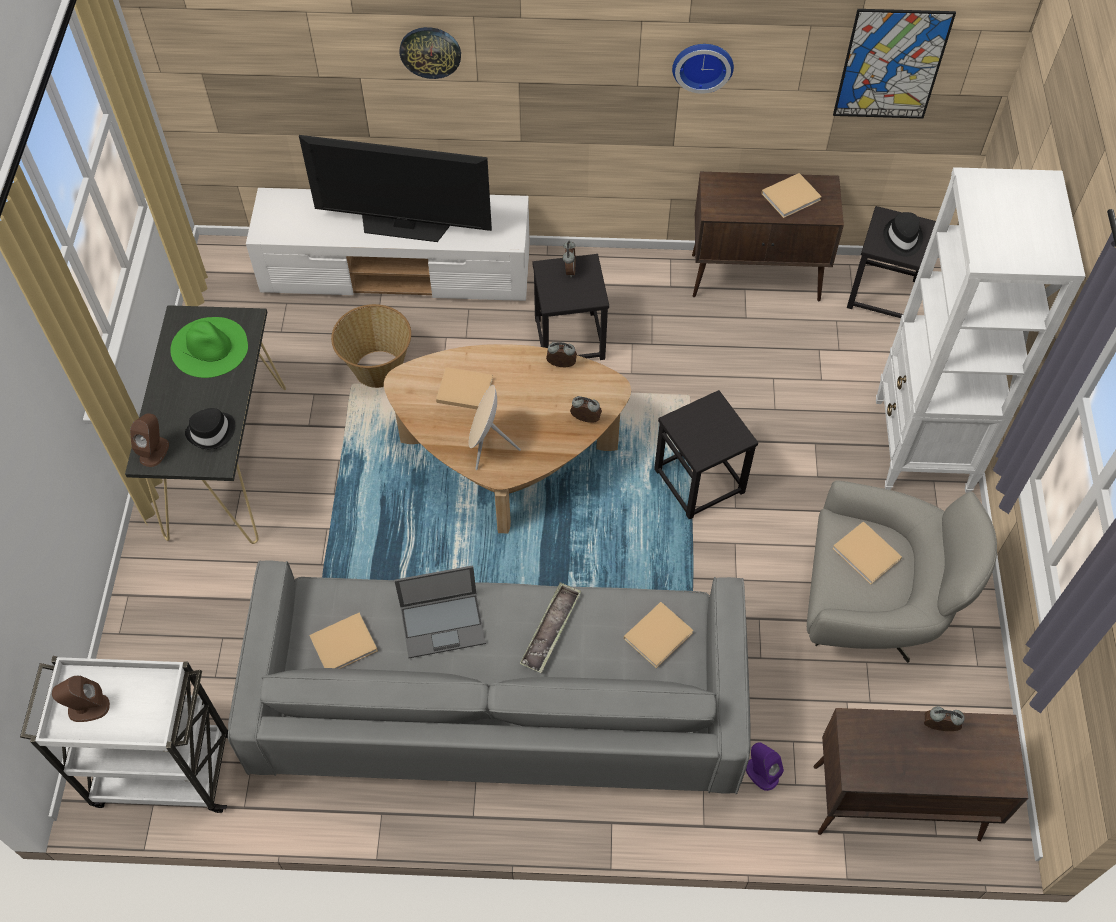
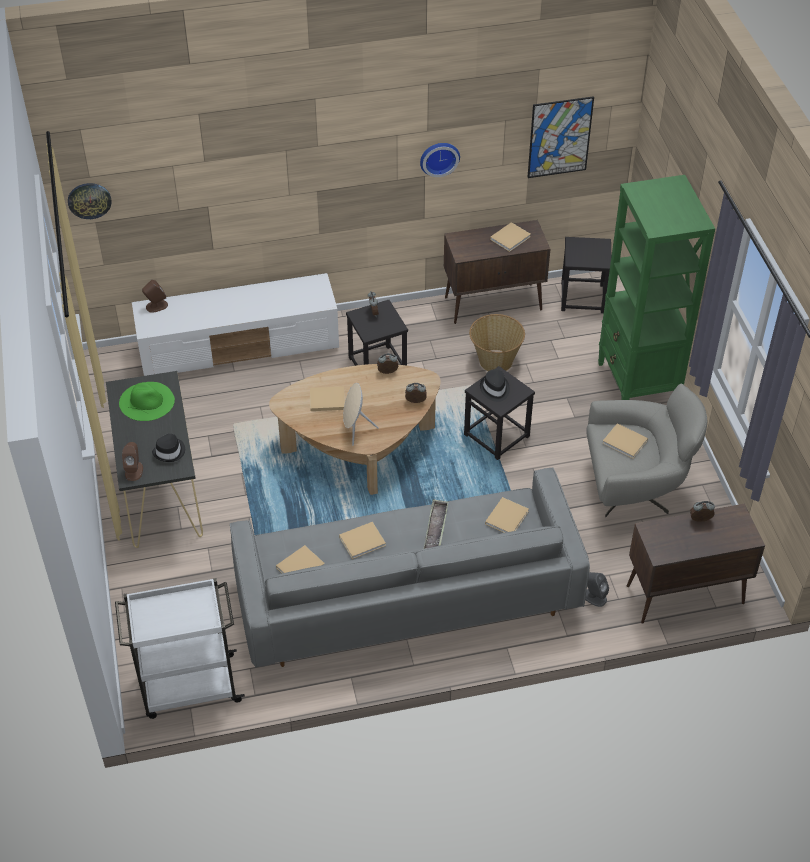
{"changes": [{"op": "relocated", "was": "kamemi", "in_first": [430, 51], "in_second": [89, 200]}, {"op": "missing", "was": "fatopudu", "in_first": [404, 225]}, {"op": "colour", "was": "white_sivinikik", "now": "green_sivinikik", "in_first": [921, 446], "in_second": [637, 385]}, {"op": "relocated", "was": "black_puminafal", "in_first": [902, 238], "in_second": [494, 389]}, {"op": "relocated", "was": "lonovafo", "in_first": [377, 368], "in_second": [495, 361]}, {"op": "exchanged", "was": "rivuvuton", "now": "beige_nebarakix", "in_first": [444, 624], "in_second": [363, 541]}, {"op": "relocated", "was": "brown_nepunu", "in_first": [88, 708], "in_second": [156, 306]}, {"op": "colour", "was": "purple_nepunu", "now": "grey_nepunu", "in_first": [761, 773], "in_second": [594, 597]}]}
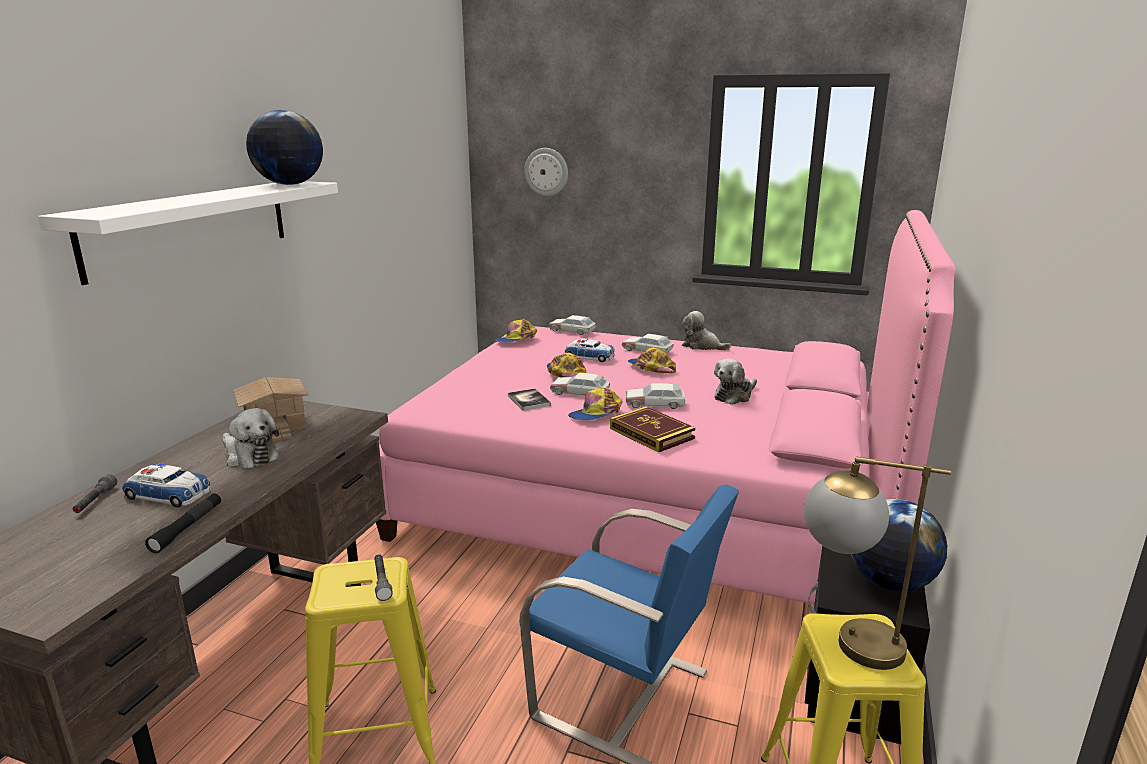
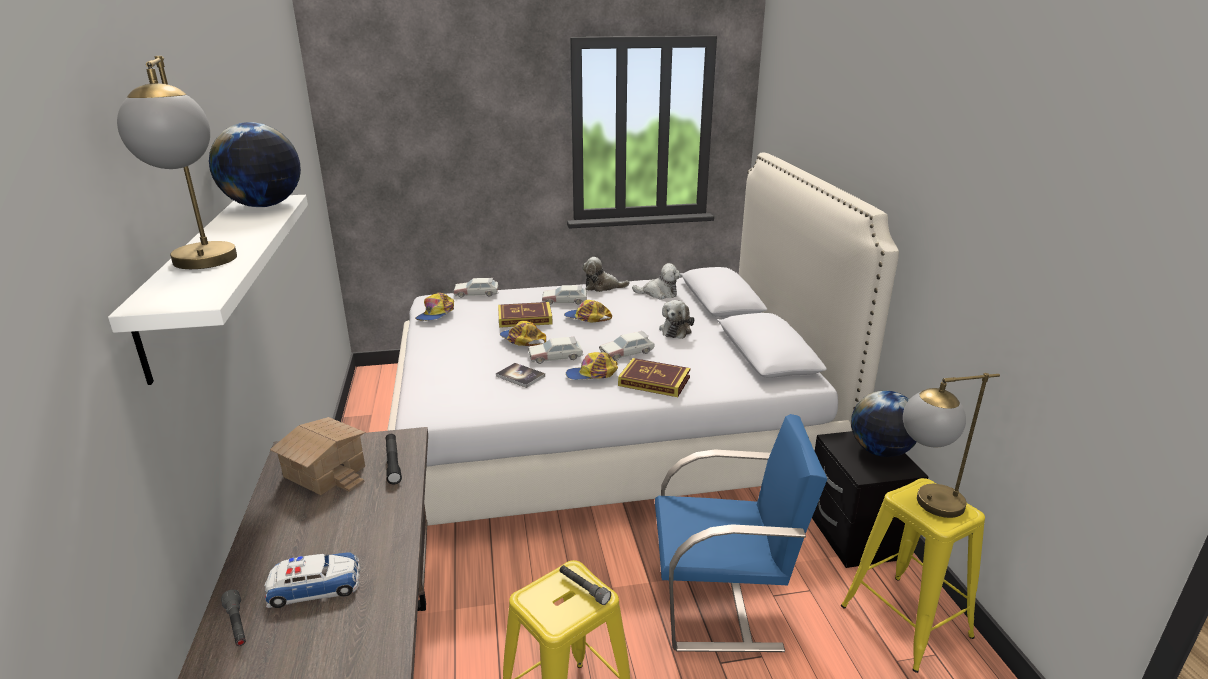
{"changes": [{"op": "missing", "was": "kamemi", "in_first": [546, 172]}, {"op": "colour", "was": "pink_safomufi", "now": "white_safomufi", "in_first": [652, 500], "in_second": [607, 433]}, {"op": "exchanged", "was": "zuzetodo", "now": "nebarakix", "in_first": [589, 356], "in_second": [525, 318]}, {"op": "spun", "was": "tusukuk", "in_first": [596, 414], "in_second": [592, 375], "clockwise": 60}, {"op": "relocated", "was": "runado", "in_first": [249, 456], "in_second": [659, 293]}, {"op": "relocated", "was": "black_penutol", "in_first": [187, 528], "in_second": [393, 463]}, {"op": "appeared", "now": "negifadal", "in_second": [204, 266]}]}
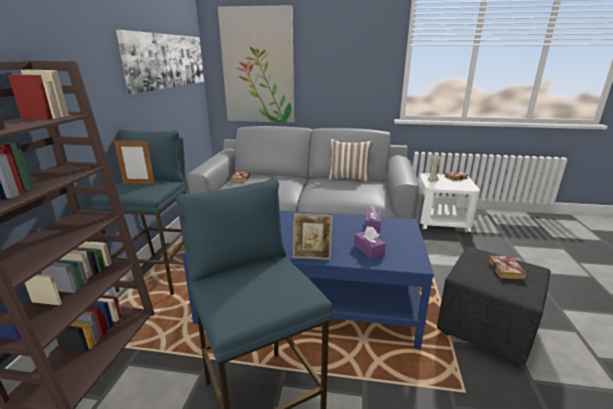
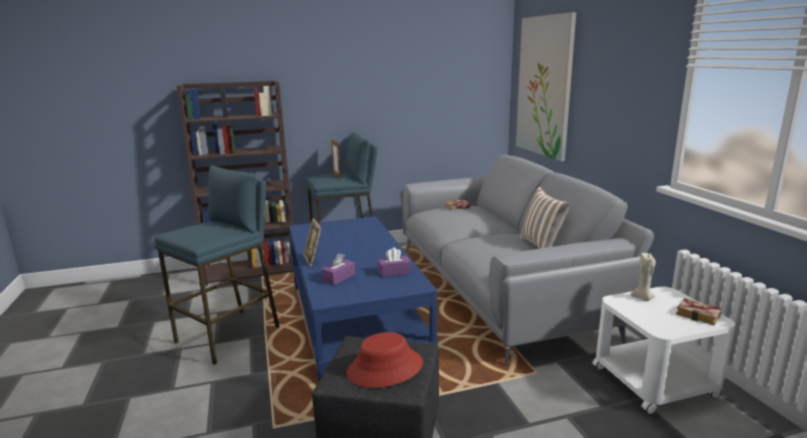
{"changes": [{"op": "missing", "was": "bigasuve", "in_first": [167, 61]}, {"op": "exchanged", "was": "nebarakix", "now": "red_puminafal", "in_first": [507, 271], "in_second": [385, 369]}]}
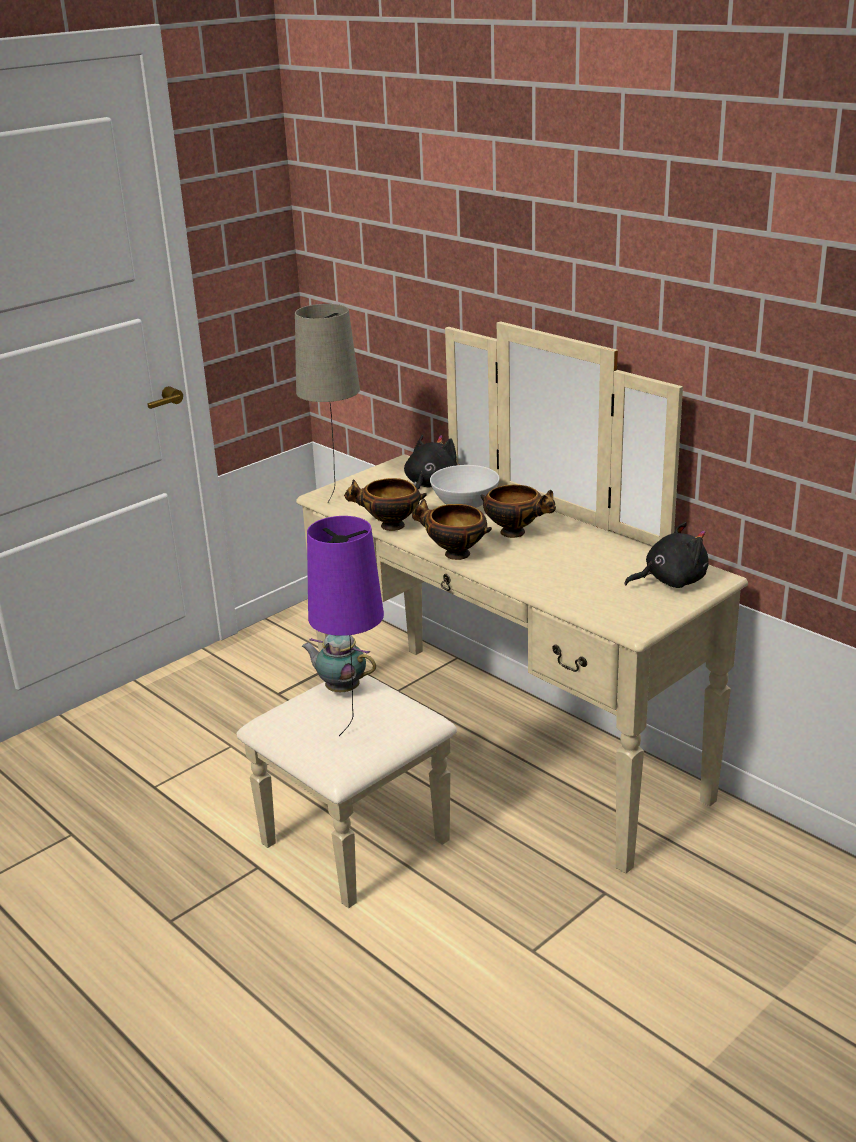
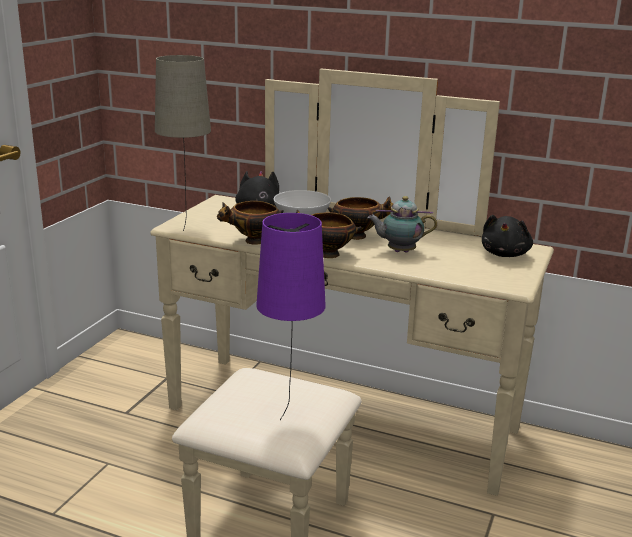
{"changes": [{"op": "spun", "was": "black_runado", "in_first": [670, 581], "in_second": [505, 254], "clockwise": 150}, {"op": "relocated", "was": "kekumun", "in_first": [340, 689], "in_second": [399, 251]}]}
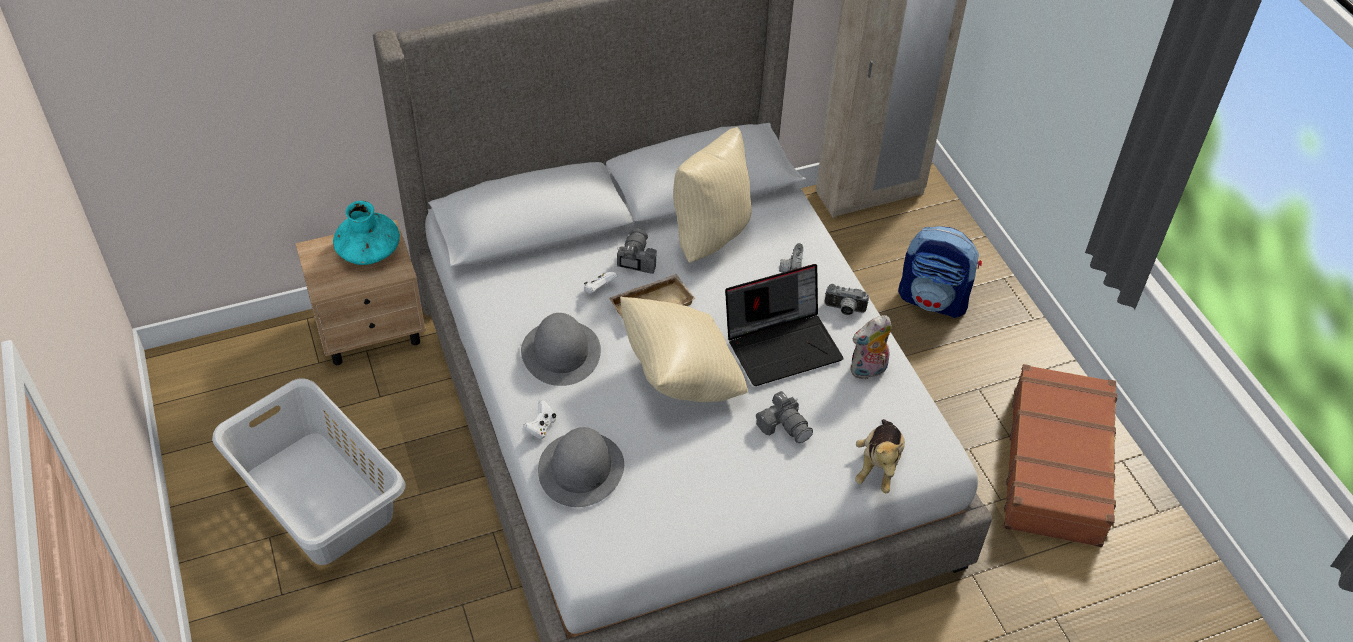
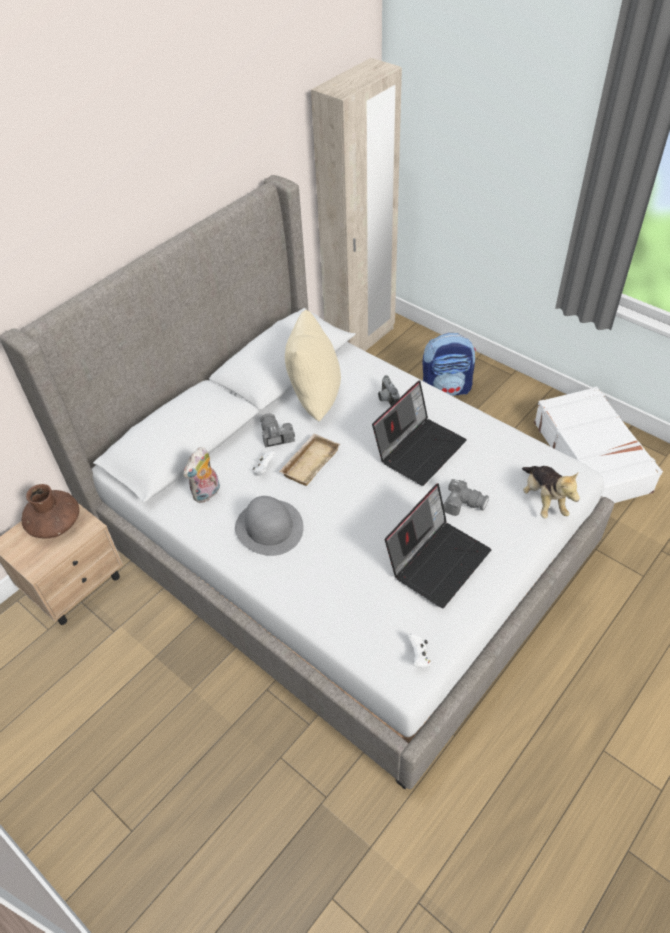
{"changes": [{"op": "colour", "was": "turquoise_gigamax", "now": "brown_gigamax", "in_first": [369, 251], "in_second": [55, 524]}, {"op": "missing", "was": "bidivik", "in_first": [844, 310]}, {"op": "missing", "was": "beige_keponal", "in_first": [681, 376]}, {"op": "relocated", "was": "runado", "in_first": [868, 371], "in_second": [207, 494]}, {"op": "colour", "was": "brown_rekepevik", "now": "white_rekepevik", "in_first": [1057, 466], "in_second": [591, 456]}, {"op": "missing", "was": "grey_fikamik", "in_first": [319, 496]}, {"op": "relocated", "was": "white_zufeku", "in_first": [541, 427], "in_second": [419, 656]}, {"op": "missing", "was": "grey_puminafal", "in_first": [581, 469]}, {"op": "appeared", "now": "rivuvuton", "in_second": [437, 560]}]}
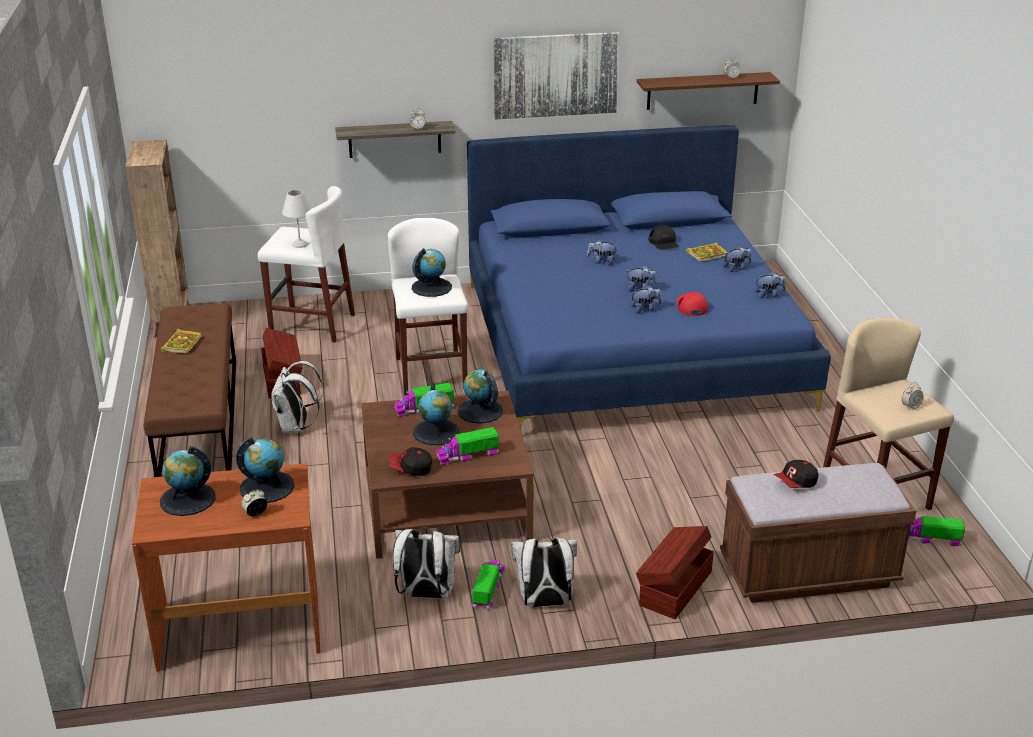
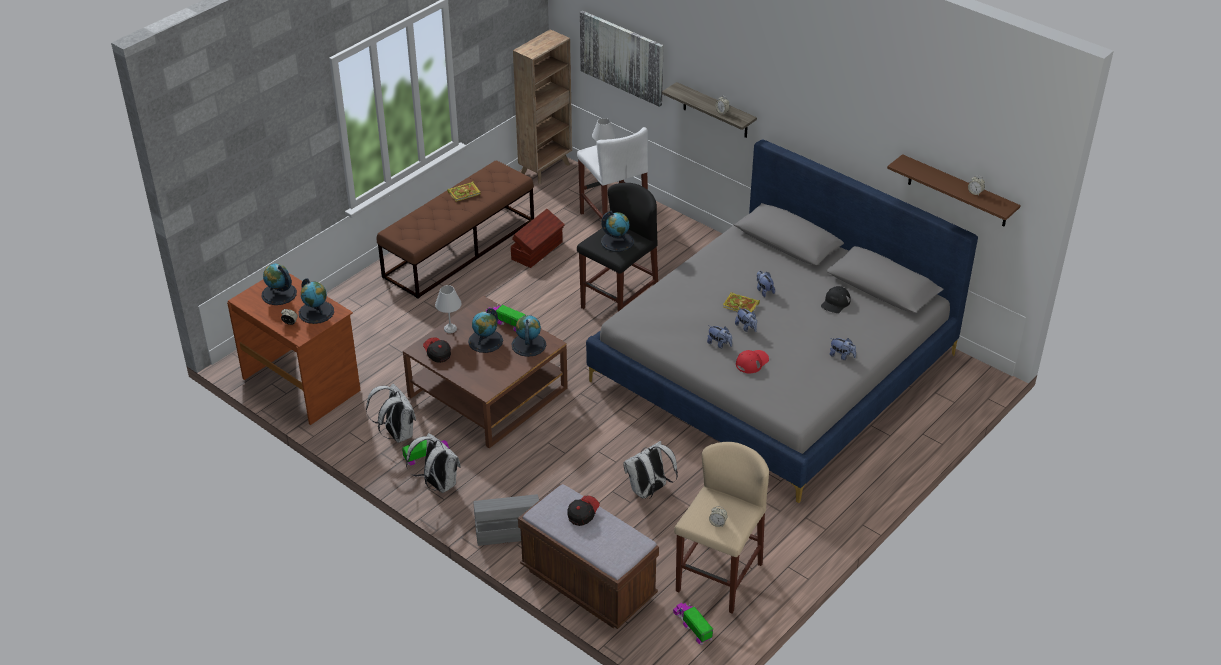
{"changes": [{"op": "relocated", "was": "bigasuve", "in_first": [555, 75], "in_second": [622, 57]}, {"op": "colour", "was": "blue_safomufi", "now": "grey_safomufi", "in_first": [630, 343], "in_second": [774, 367]}, {"op": "colour", "was": "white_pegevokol", "now": "black_pegevokol", "in_first": [431, 374], "in_second": [619, 303]}, {"op": "relocated", "was": "nebarakix", "in_first": [707, 254], "in_second": [741, 305]}, {"op": "missing", "was": "runado", "in_first": [769, 295]}, {"op": "relocated", "was": "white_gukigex", "in_first": [296, 427], "in_second": [648, 491]}, {"op": "missing", "was": "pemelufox", "in_first": [467, 455]}, {"op": "spun", "was": "tusukuk", "in_first": [796, 483], "in_second": [582, 514], "clockwise": 105}, {"op": "colour", "was": "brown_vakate", "now": "grey_vakate", "in_first": [674, 588], "in_second": [507, 530]}, {"op": "appeared", "now": "white_negifadal", "in_second": [450, 329]}]}
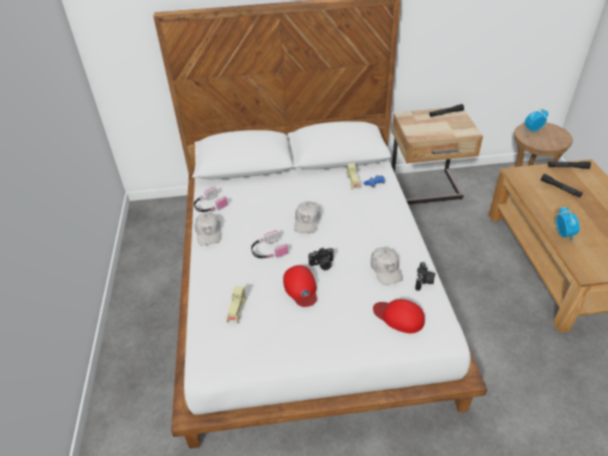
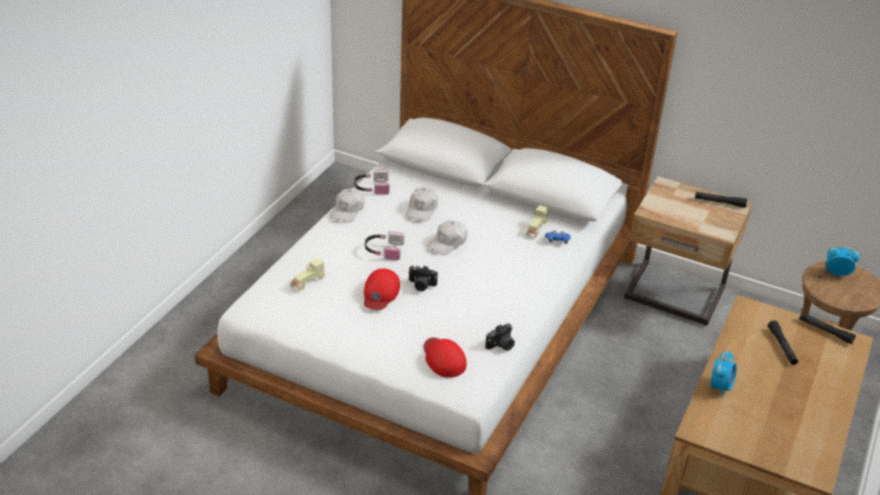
{"changes": [{"op": "relocated", "was": "white_tusukuk", "in_first": [386, 269], "in_second": [422, 209]}]}
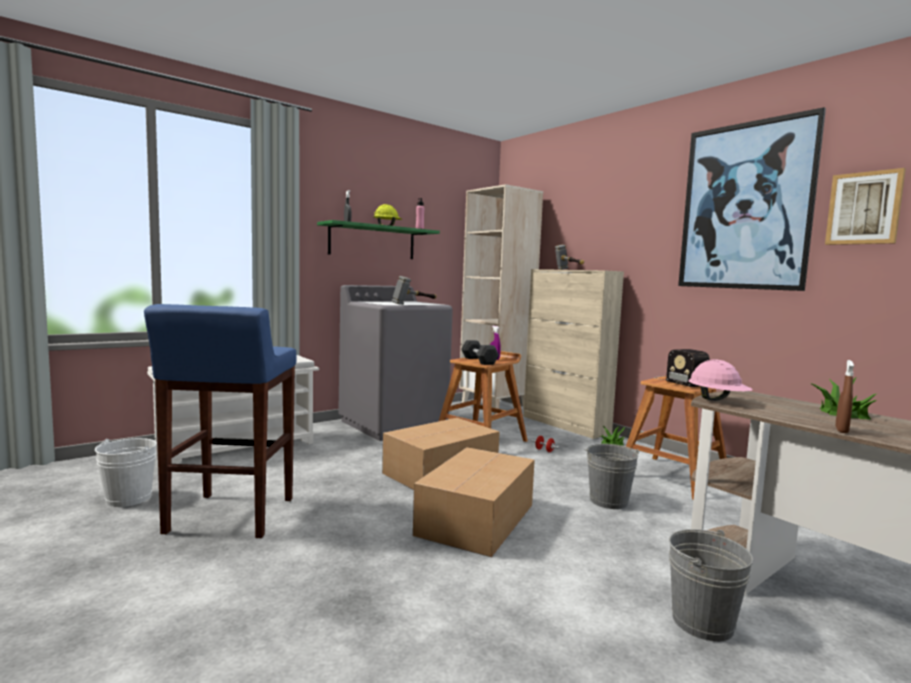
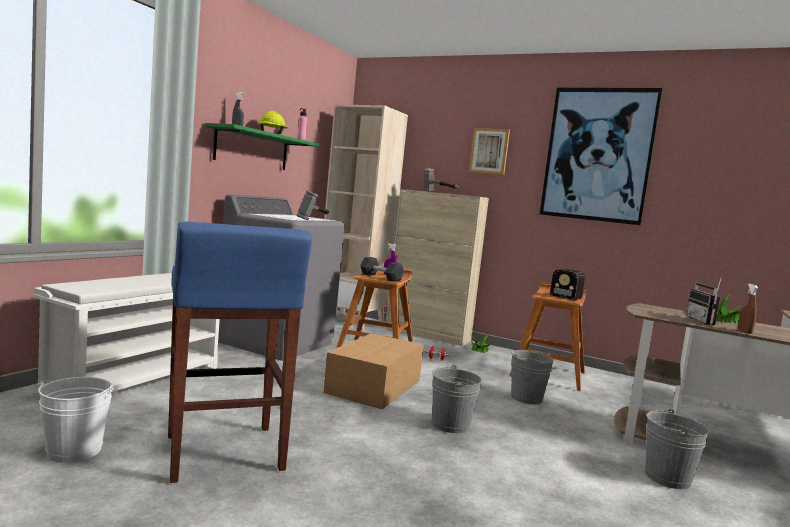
{"changes": [{"op": "relocated", "was": "bigasuve", "in_first": [864, 208], "in_second": [489, 151]}, {"op": "missing", "was": "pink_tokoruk", "in_first": [718, 400]}, {"op": "exchanged", "was": "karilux", "now": "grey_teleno", "in_first": [478, 519], "in_second": [451, 425]}, {"op": "appeared", "now": "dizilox", "in_second": [705, 322]}]}
